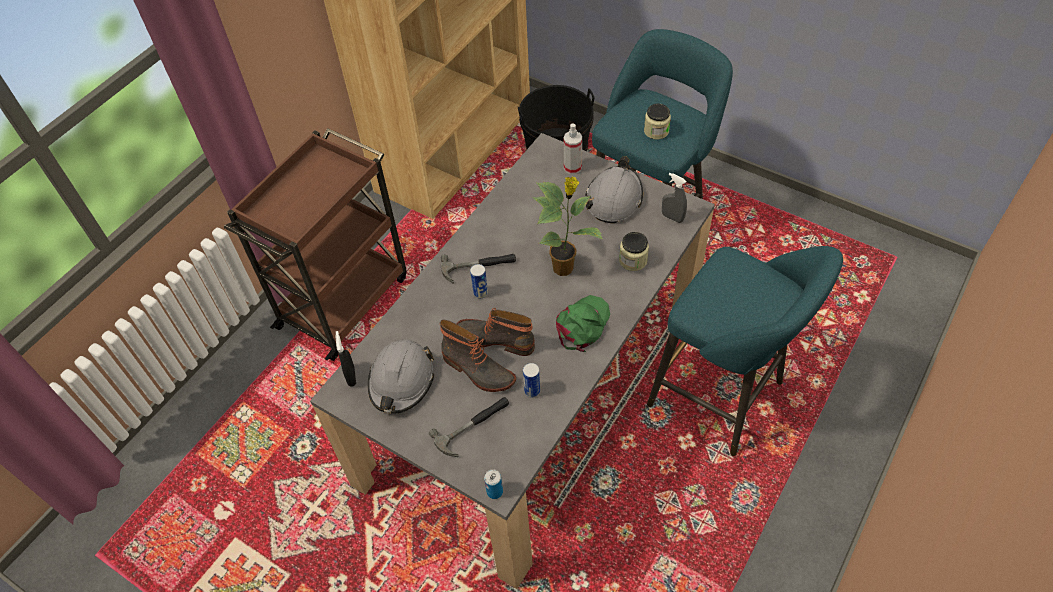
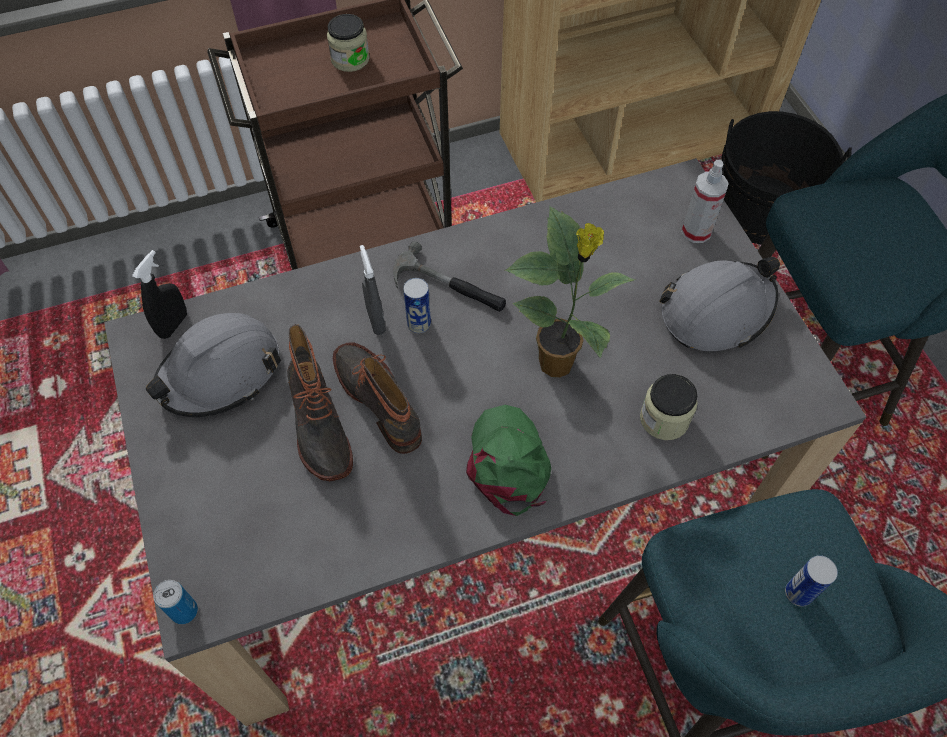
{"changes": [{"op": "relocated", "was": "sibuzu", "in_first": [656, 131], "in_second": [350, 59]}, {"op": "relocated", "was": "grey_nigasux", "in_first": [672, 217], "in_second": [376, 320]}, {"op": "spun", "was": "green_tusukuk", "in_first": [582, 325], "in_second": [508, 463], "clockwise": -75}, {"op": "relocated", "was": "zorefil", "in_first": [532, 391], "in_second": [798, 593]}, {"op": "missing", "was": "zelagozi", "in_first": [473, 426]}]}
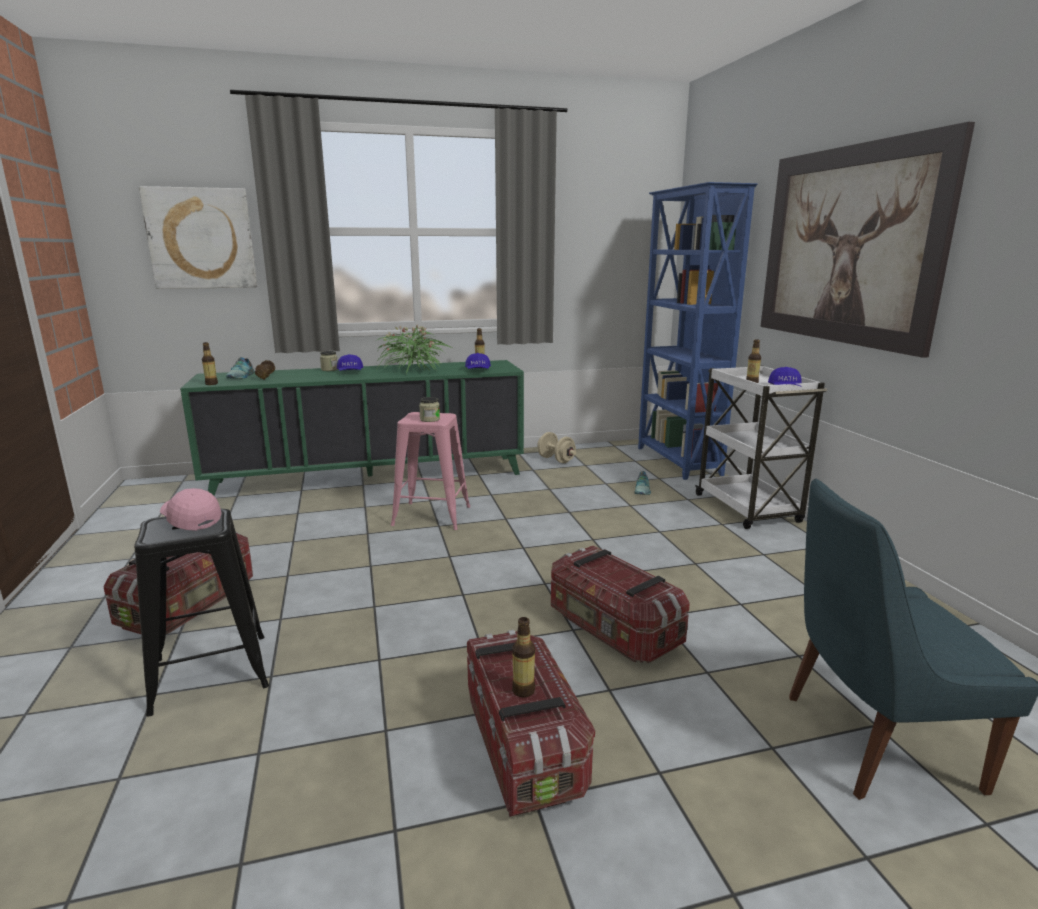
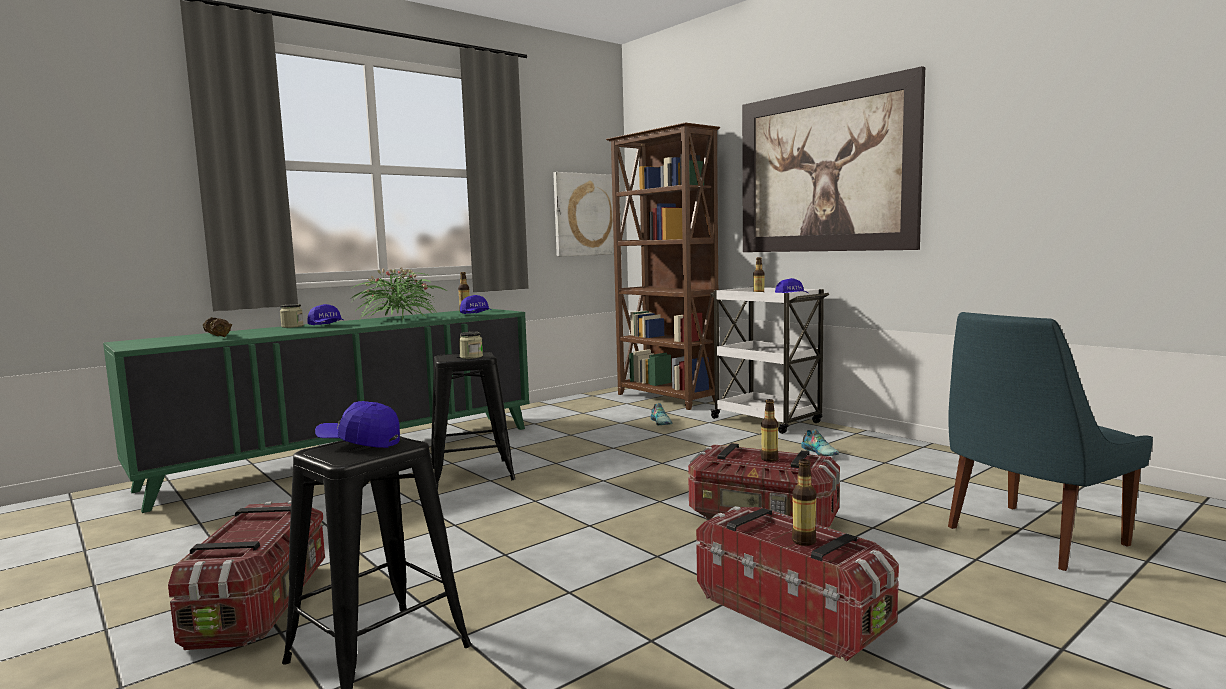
{"changes": [{"op": "colour", "was": "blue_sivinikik", "now": "brown_sivinikik", "in_first": [677, 461], "in_second": [666, 398]}, {"op": "relocated", "was": "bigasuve", "in_first": [201, 239], "in_second": [587, 215]}, {"op": "relocated", "was": "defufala", "in_first": [211, 384], "in_second": [769, 459]}, {"op": "relocated", "was": "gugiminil", "in_first": [242, 376], "in_second": [820, 452]}, {"op": "colour", "was": "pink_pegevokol", "now": "black_pegevokol", "in_first": [431, 516], "in_second": [470, 474]}, {"op": "missing", "was": "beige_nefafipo", "in_first": [556, 460]}, {"op": "colour", "was": "pink_tusukuk", "now": "blue_tusukuk", "in_first": [190, 520], "in_second": [359, 443]}]}
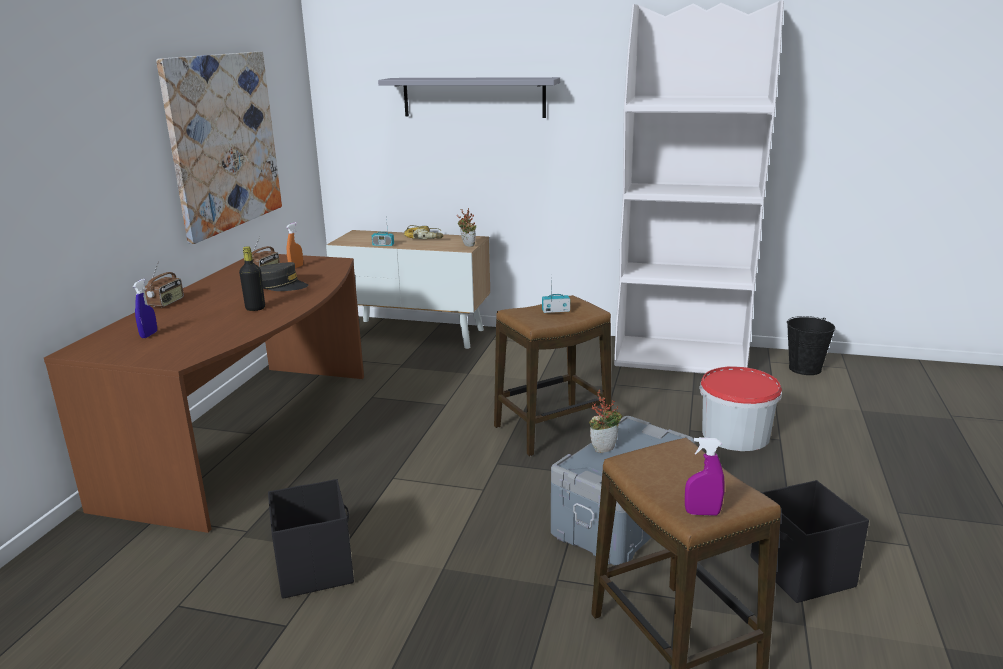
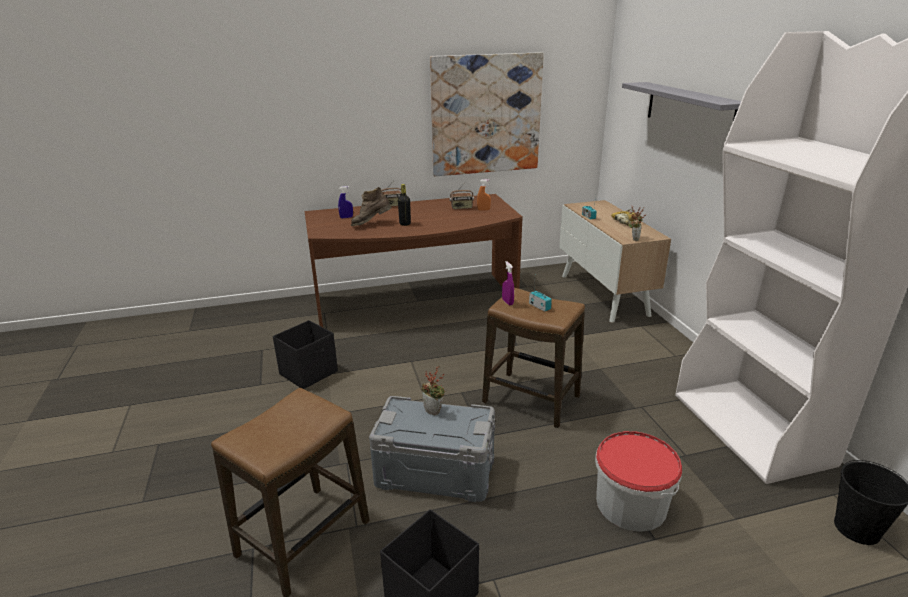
{"changes": [{"op": "missing", "was": "grey_tusukuk", "in_first": [282, 286]}, {"op": "relocated", "was": "purple_nigasux", "in_first": [702, 513], "in_second": [507, 302]}, {"op": "appeared", "now": "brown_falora", "in_second": [371, 224]}]}
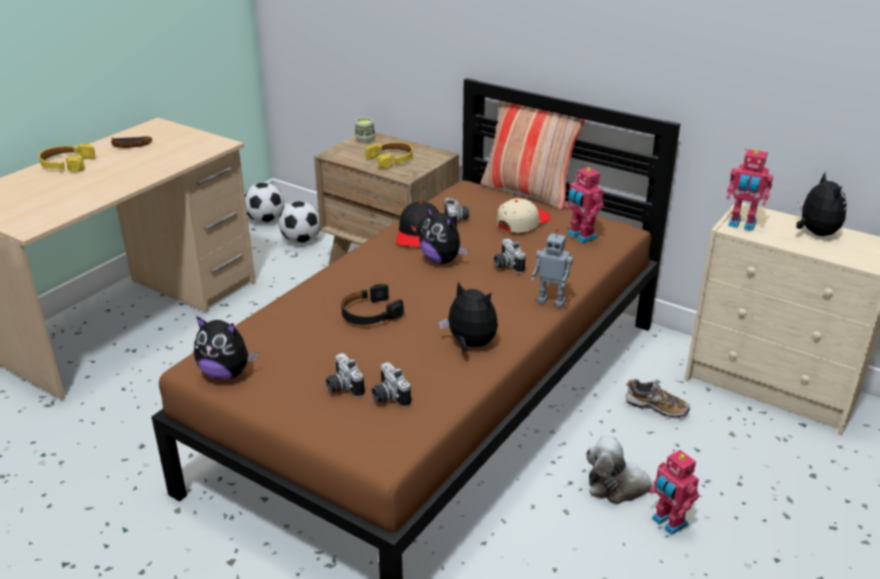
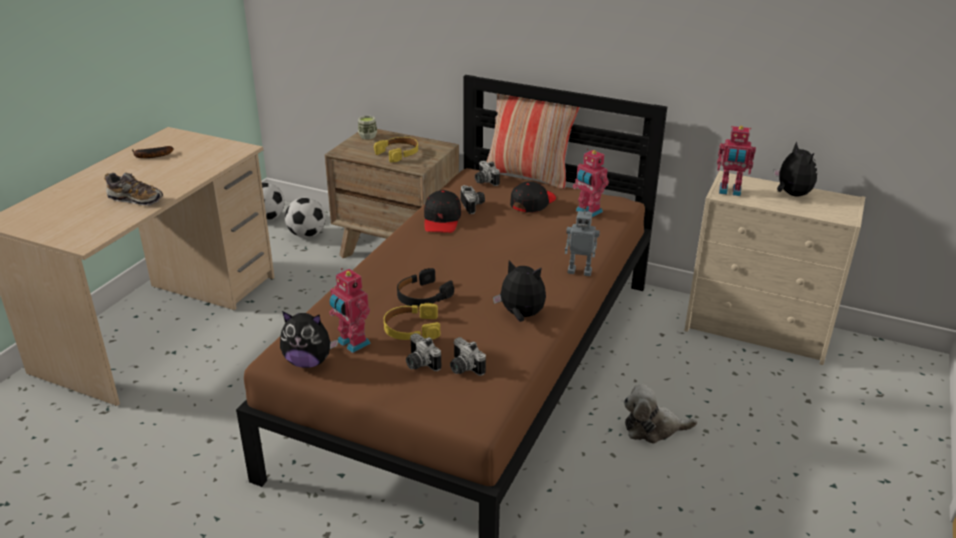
{"changes": [{"op": "relocated", "was": "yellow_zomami", "in_first": [67, 164], "in_second": [411, 329]}, {"op": "colour", "was": "beige_tusukuk", "now": "black_tusukuk", "in_first": [522, 222], "in_second": [532, 203]}, {"op": "missing", "was": "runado", "in_first": [442, 260]}, {"op": "relocated", "was": "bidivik", "in_first": [506, 265], "in_second": [484, 181]}, {"op": "relocated", "was": "gugiminil", "in_first": [656, 408], "in_second": [136, 199]}, {"op": "relocated", "was": "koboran", "in_first": [668, 523], "in_second": [352, 343]}]}
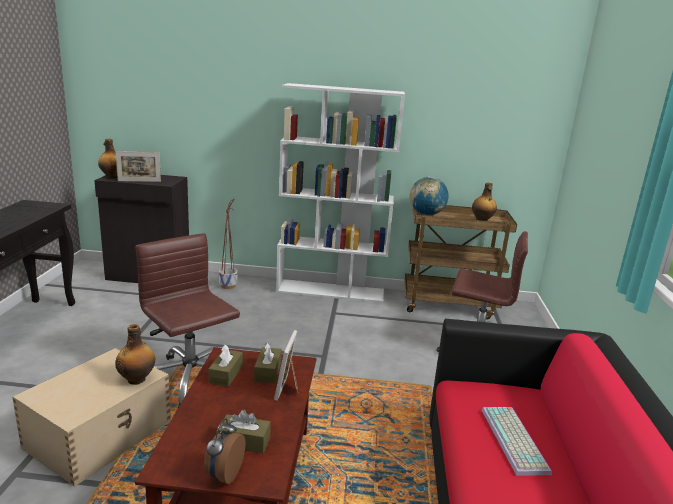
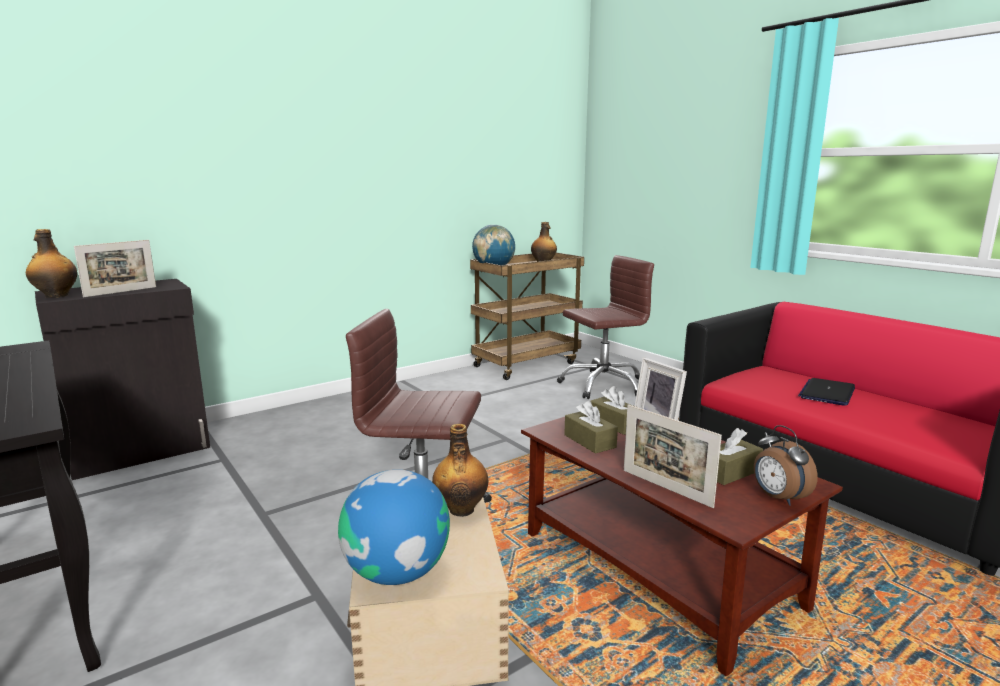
{"changes": [{"op": "missing", "was": "white_sivinikik", "in_first": [331, 291]}, {"op": "missing", "was": "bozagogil", "in_first": [228, 286]}, {"op": "exchanged", "was": "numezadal", "now": "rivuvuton", "in_first": [516, 441], "in_second": [827, 393]}, {"op": "appeared", "now": "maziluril", "in_second": [666, 488]}, {"op": "appeared", "now": "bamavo", "in_second": [397, 572]}]}
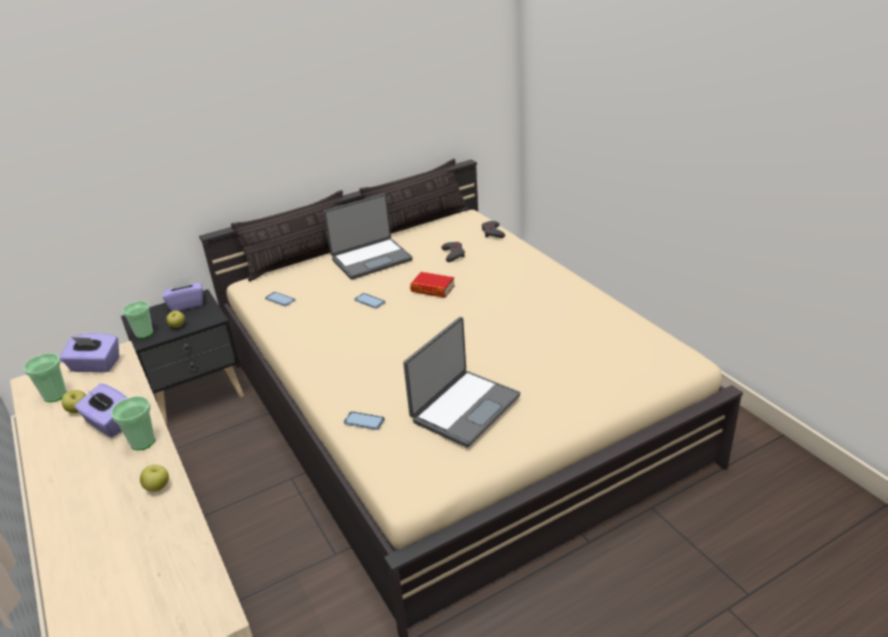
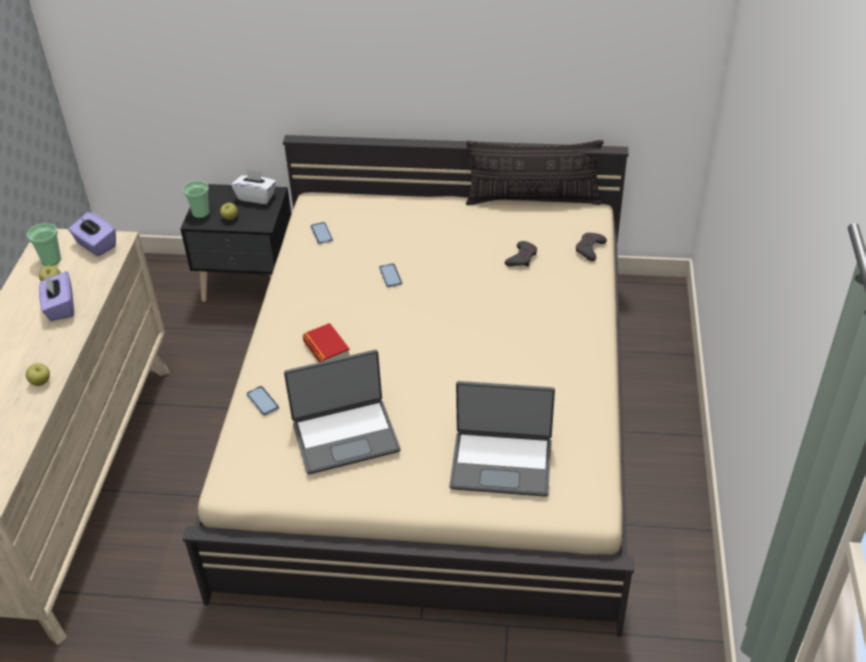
{"changes": [{"op": "missing", "was": "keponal", "in_first": [302, 259]}, {"op": "relocated", "was": "rivuvuton", "in_first": [371, 259], "in_second": [501, 463]}, {"op": "relocated", "was": "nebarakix", "in_first": [432, 289], "in_second": [326, 349]}, {"op": "colour", "was": "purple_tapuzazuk", "now": "white_tapuzazuk", "in_first": [186, 304], "in_second": [256, 197]}, {"op": "missing", "was": "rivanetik", "in_first": [143, 442]}]}
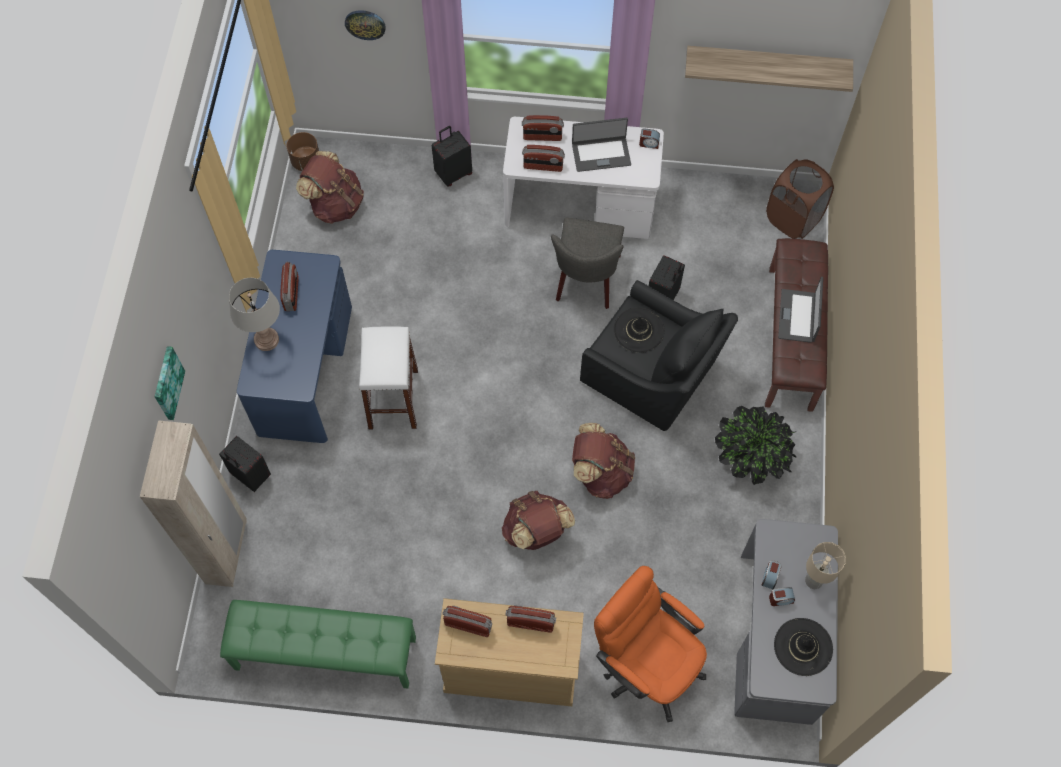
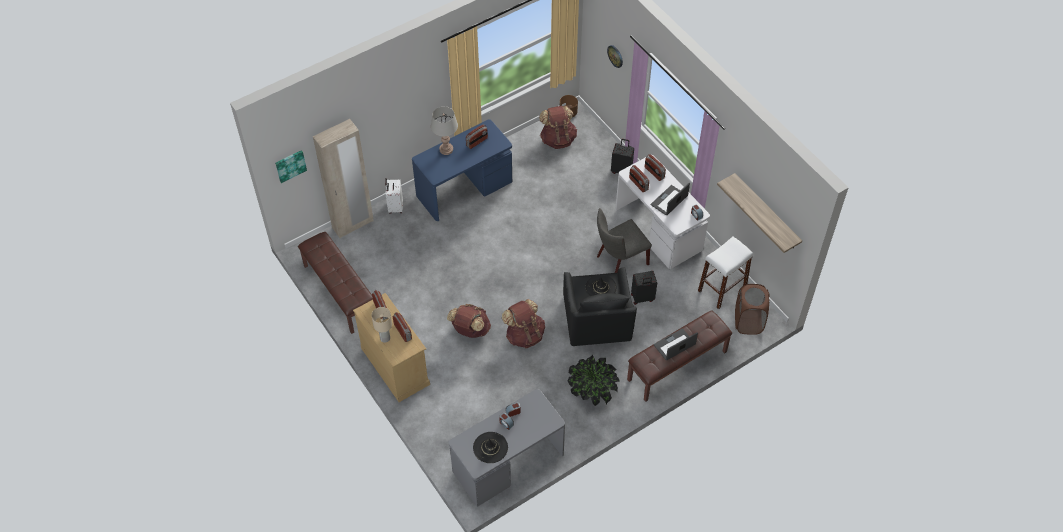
{"changes": [{"op": "spun", "was": "rivuvuton", "in_first": [601, 154], "in_second": [669, 201], "clockwise": 90}, {"op": "relocated", "was": "white_pegevokol", "in_first": [393, 399], "in_second": [722, 289]}, {"op": "relocated", "was": "bigasuve", "in_first": [167, 383], "in_second": [290, 165]}, {"op": "colour", "was": "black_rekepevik", "now": "white_rekepevik", "in_first": [250, 476], "in_second": [395, 207]}, {"op": "relocated", "was": "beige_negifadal", "in_first": [814, 581], "in_second": [385, 338]}, {"op": "missing", "was": "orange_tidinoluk", "in_first": [646, 664]}, {"op": "colour", "was": "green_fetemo", "now": "brown_fetemo", "in_first": [325, 654], "in_second": [339, 292]}]}
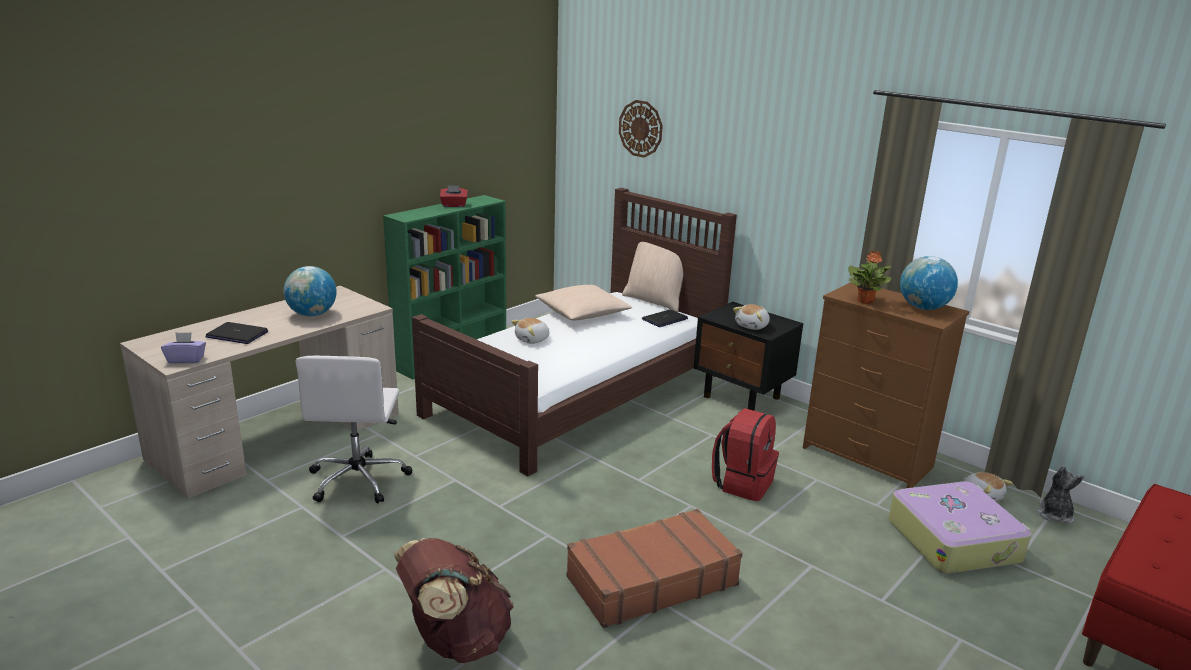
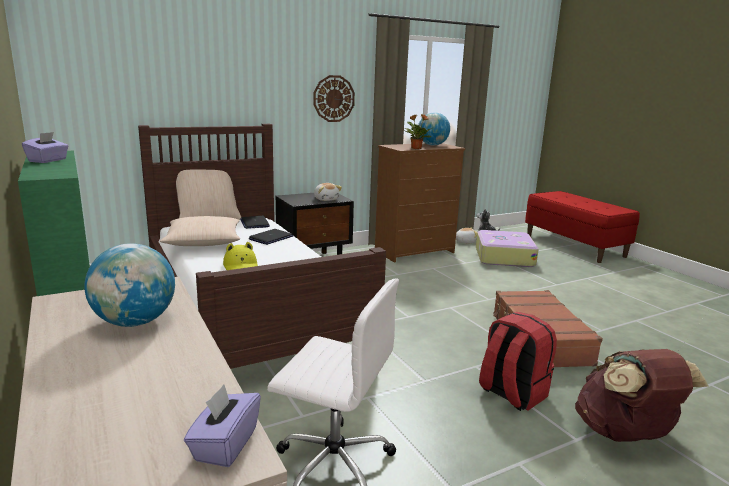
{"changes": [{"op": "relocated", "was": "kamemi", "in_first": [640, 128], "in_second": [333, 98]}, {"op": "colour", "was": "red_tapuzazuk", "now": "purple_tapuzazuk", "in_first": [454, 205], "in_second": [48, 160]}, {"op": "exchanged", "was": "runado", "now": "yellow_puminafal", "in_first": [532, 340], "in_second": [241, 267]}, {"op": "relocated", "was": "rivuvuton", "in_first": [236, 335], "in_second": [271, 238]}, {"op": "relocated", "was": "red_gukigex", "in_first": [742, 483], "in_second": [511, 393]}]}
